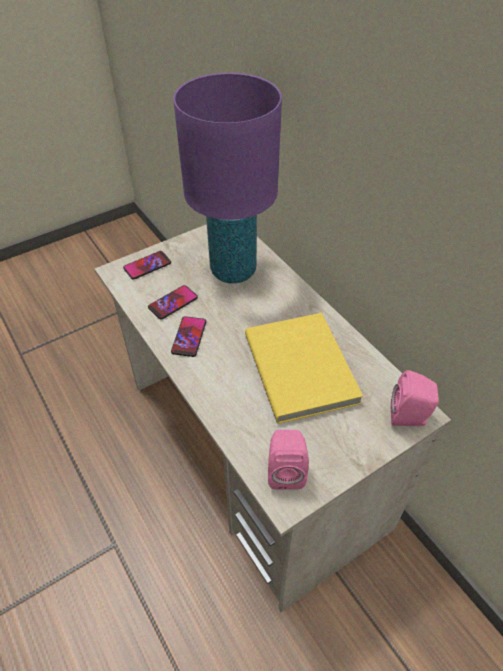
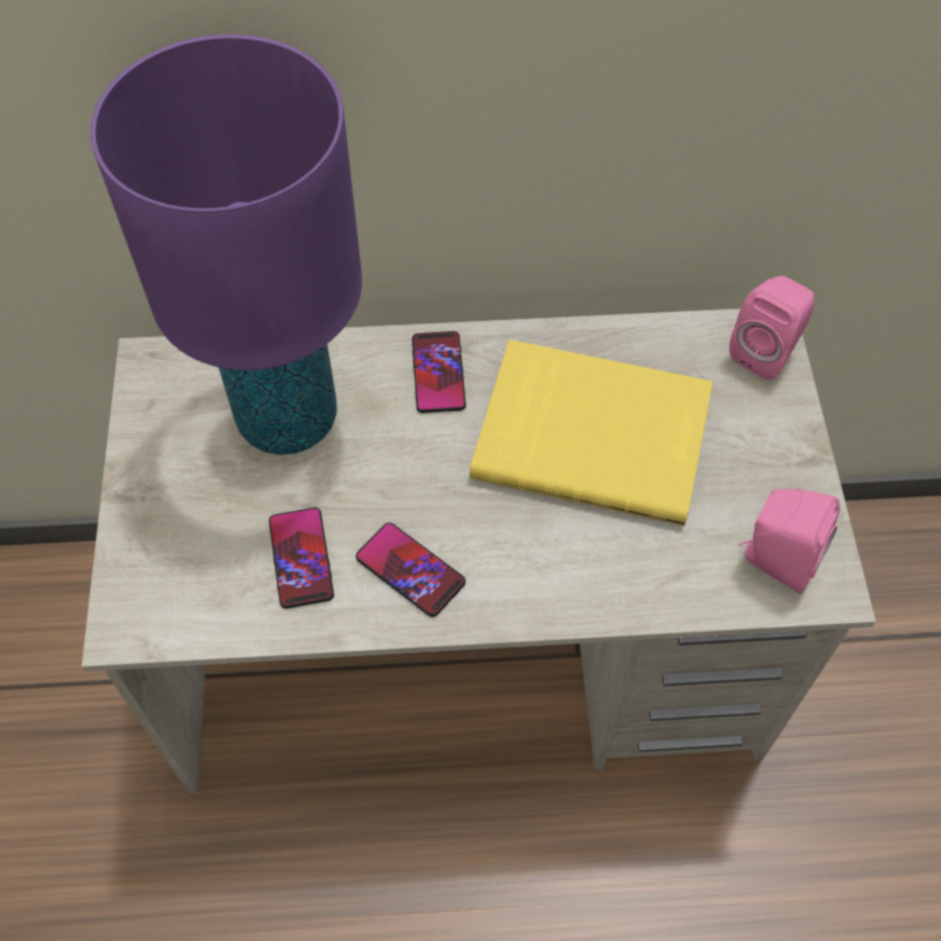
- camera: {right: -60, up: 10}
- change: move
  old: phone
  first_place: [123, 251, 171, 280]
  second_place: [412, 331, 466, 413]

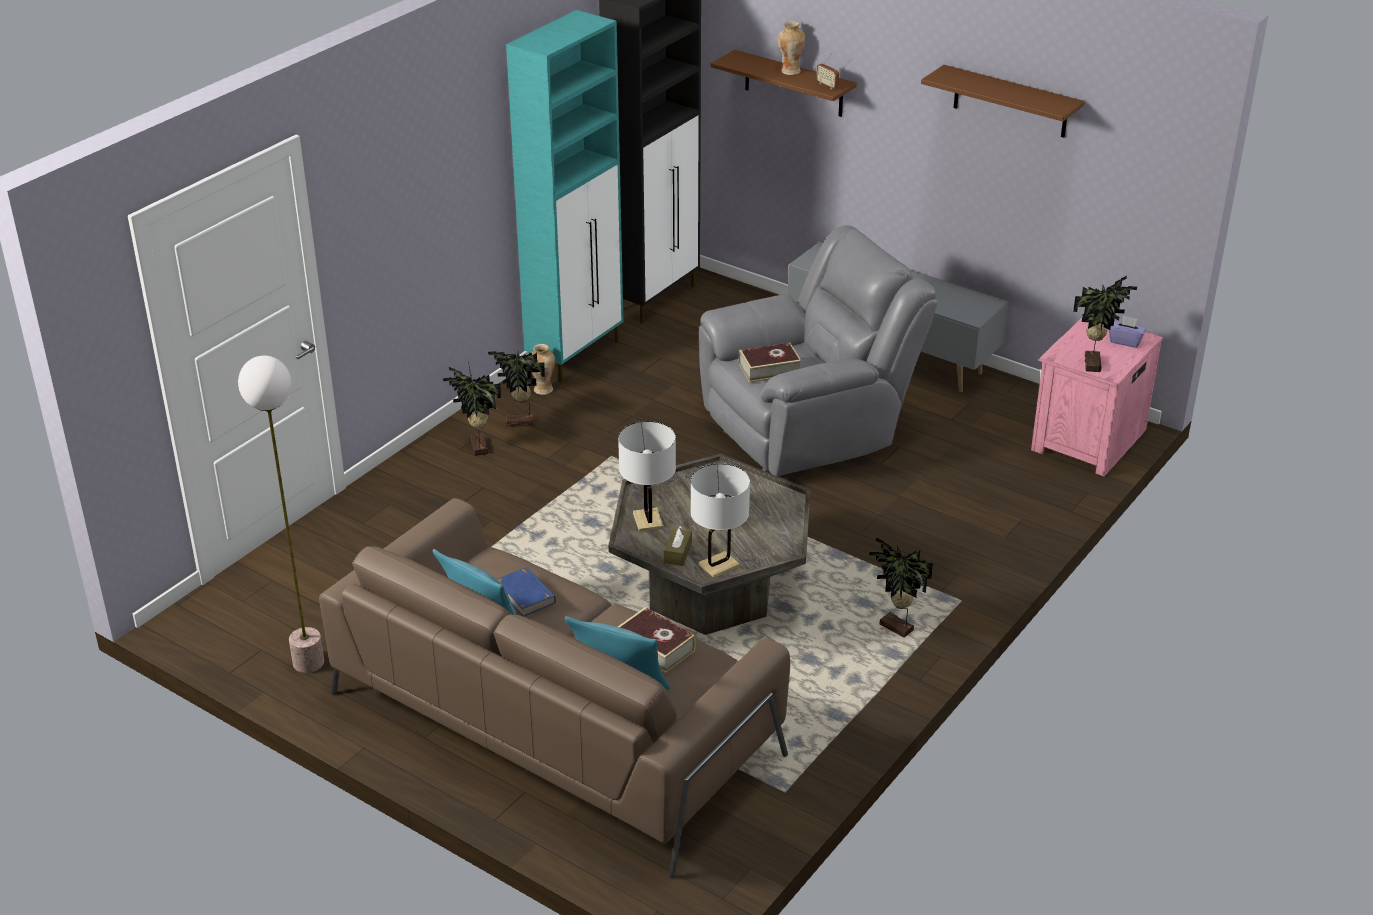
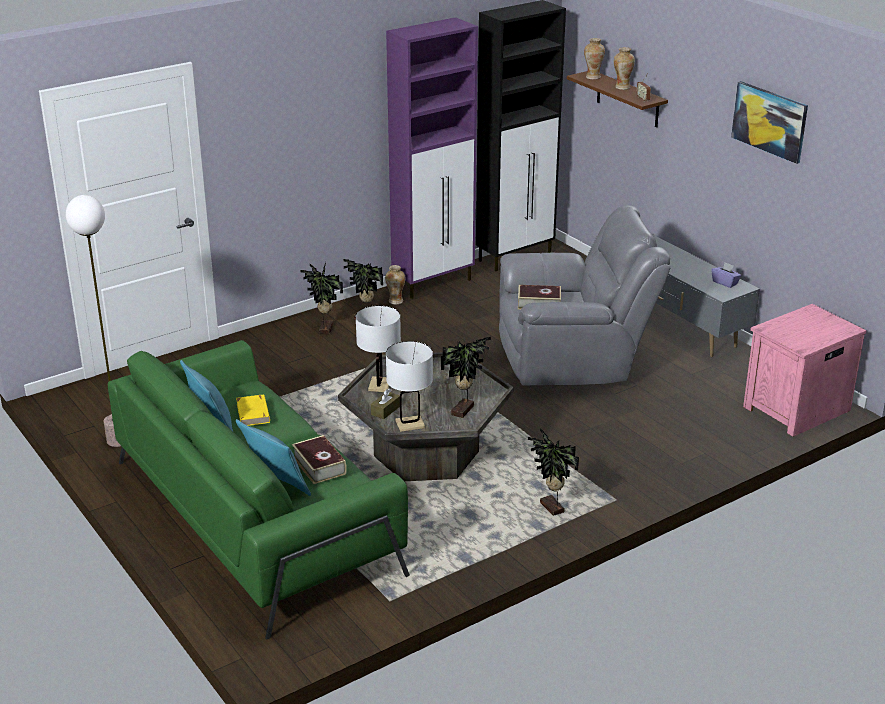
- camera: {right: 20, up: -5}
- change: recolor
  old: brown_sofa
  new: green_sofa
  first_place: [319, 498, 790, 879]
  second_place: [108, 340, 410, 640]
- change: recolor
  old: blue_book
  new: yellow_book
  first_place: [497, 567, 556, 617]
  second_place: [236, 394, 270, 426]
- change: recolor
  old: turquoise_cabinet
  new: purple_cabinet
  first_place: [506, 10, 623, 382]
  second_place: [386, 17, 478, 299]
- change: replace
  old: brown_shelf
  new: picture
  first_place: [921, 65, 1085, 138]
  second_place: [731, 81, 808, 164]
- change: move
  old: potted_plant
  first_place: [1073, 276, 1137, 372]
  second_place: [441, 337, 491, 418]
- change: move
  old: purple_tissue_box
  first_place: [1109, 315, 1146, 348]
  second_place: [711, 262, 742, 288]
- change: insert
  new: vase
  second_place: [584, 38, 605, 80]

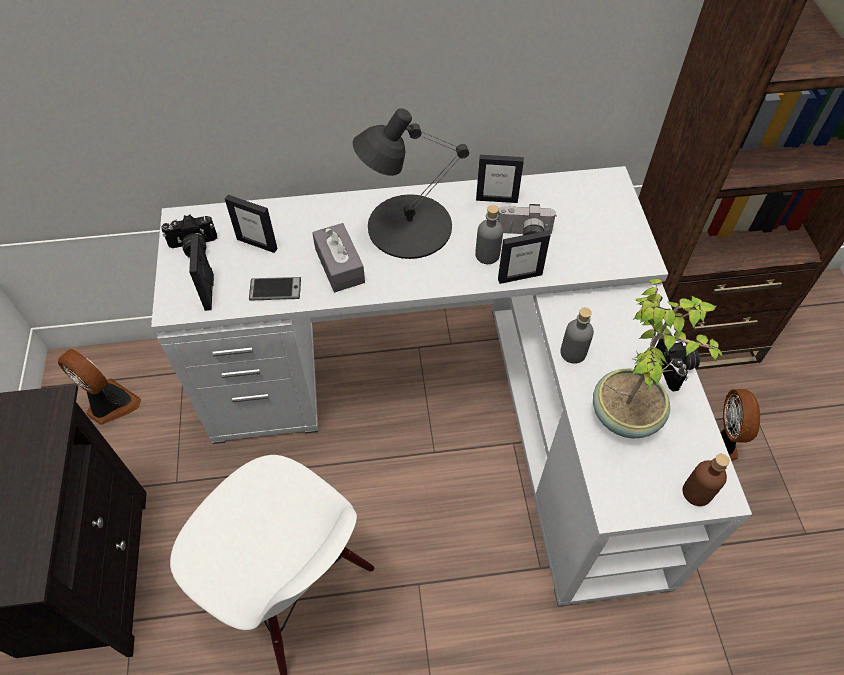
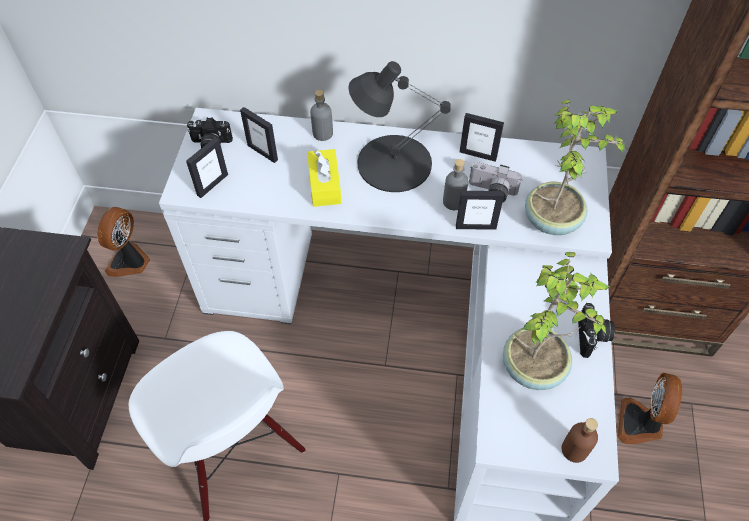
- camera: {right: 15, up: 0}
- change: rotate
  old: fan
  first_place: [58, 349, 141, 425]
  second_place: [97, 207, 150, 277]
  degrees: -120
- change: rotate
  old: picture_frame
  first_place: [189, 235, 214, 311]
  second_place: [186, 137, 228, 198]
  degrees: -150
- change: delete
  old: phone
  first_place: [249, 277, 301, 301]
- change: recolor
  old: grey_tissue_box
  new: yellow_tissue_box
  first_place: [312, 223, 365, 292]
  second_place: [307, 149, 341, 207]
- change: move
  old: grey_bottle
  first_place: [560, 308, 594, 364]
  second_place: [310, 90, 333, 141]
- change: insert
  new: potted_plant
  second_place: [525, 100, 628, 235]

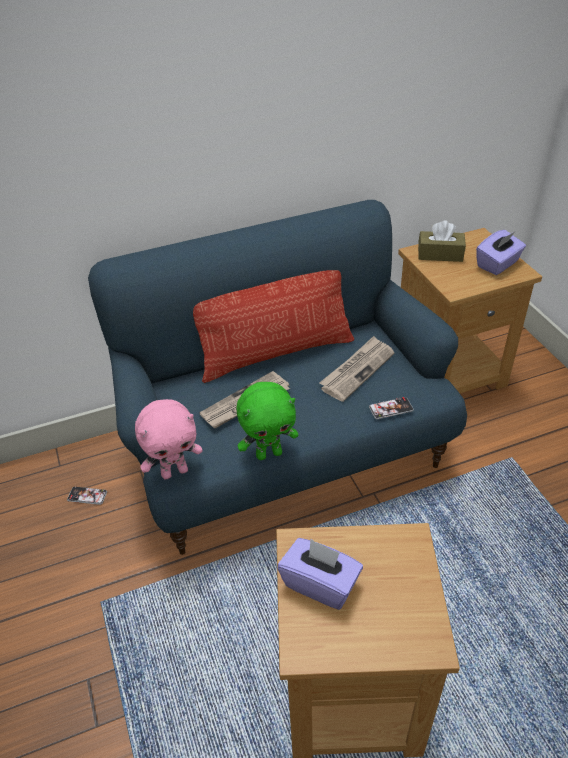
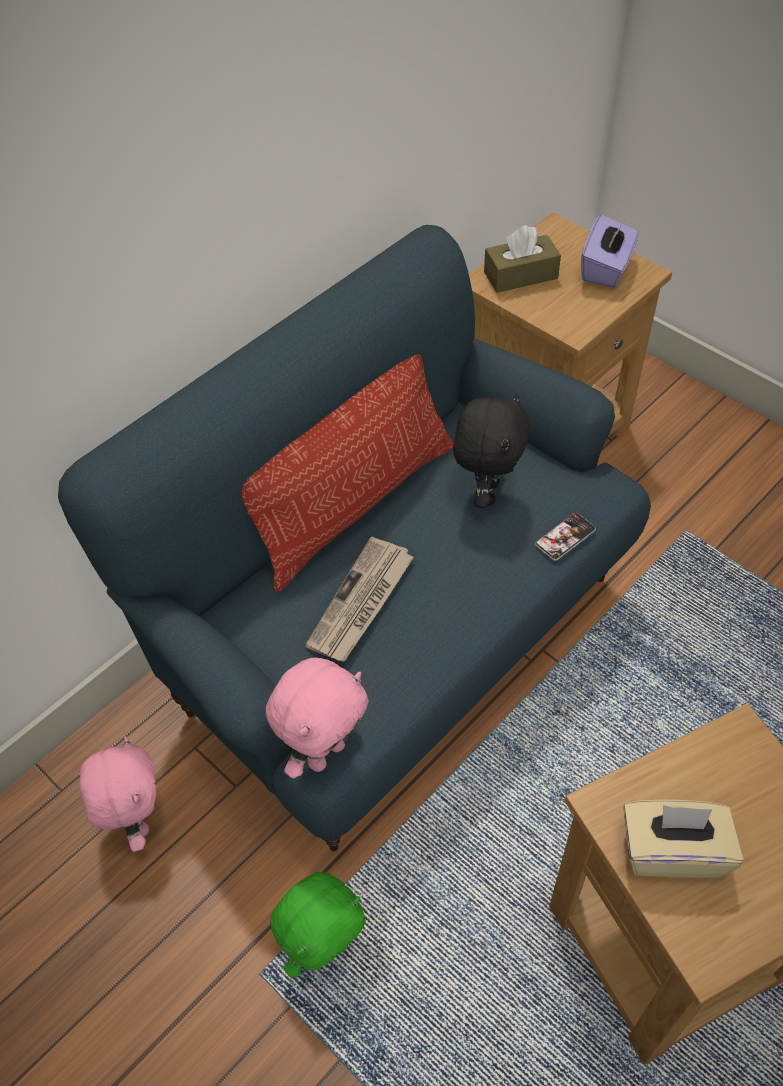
- camera: {right: -25, up: 10}
- change: replace
  old: phone
  new: pink_plush_toy
  first_place: [67, 487, 107, 505]
  second_place: [79, 736, 157, 852]
- change: move
  old: green_plush_toy
  first_place: [236, 382, 298, 460]
  second_place: [270, 872, 366, 978]
- change: recolor
  old: purple_tissue_box
  new: beige_tissue_box
  first_place: [278, 538, 363, 610]
  second_place: [623, 800, 743, 878]
- change: replace
  old: newspaper
  new: black_plush_toy
  first_place: [319, 336, 394, 402]
  second_place: [453, 393, 530, 508]

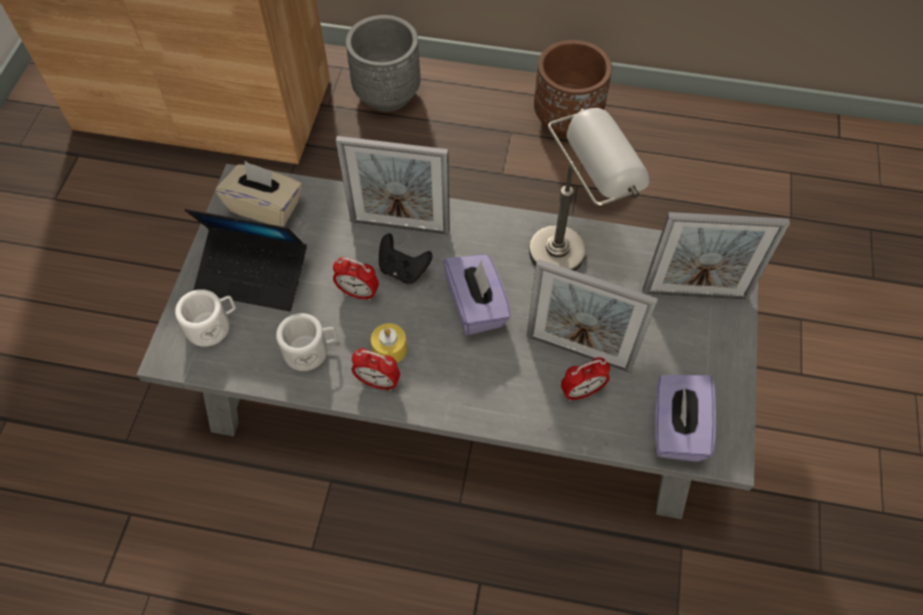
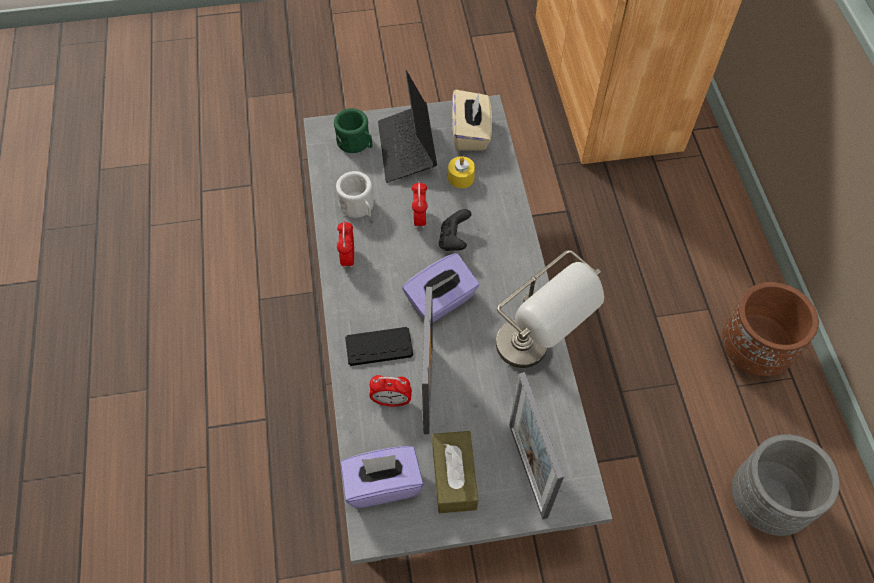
- camera: {right: 70, up: 0}
- change: recolor
  old: white_mug
  new: green_mug
  first_place: [175, 289, 236, 347]
  second_place: [334, 108, 373, 153]
- change: delete
  old: picture_frame
  first_place: [336, 136, 450, 235]
- change: move
  old: grey_planter
  first_place: [346, 15, 420, 112]
  second_place: [732, 434, 840, 536]
- change: move
  old: yellow_candle
  first_place: [371, 323, 407, 363]
  second_place: [448, 156, 475, 188]
- change: rotate
  old: alarm_clock
  first_place: [561, 357, 610, 401]
  second_place: [369, 375, 412, 407]
  degrees: -45
- change: insert
  new: black_game_controller
  second_place: [345, 327, 413, 366]
- change: insert
  new: brown_tissue_box
  second_place: [432, 431, 478, 513]

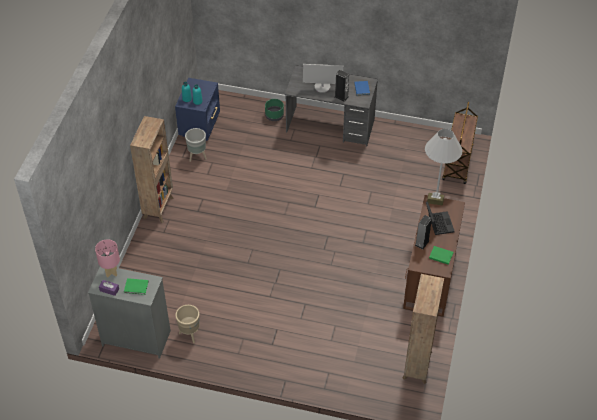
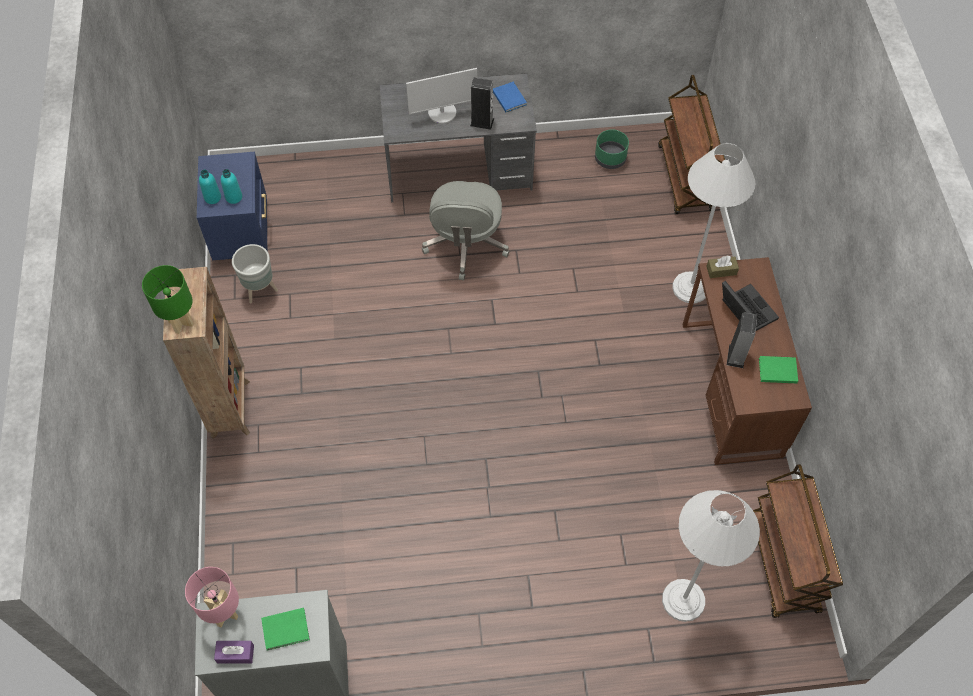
- camera: {right: -20, up: 10}
- change: delete
  old: beige_planter
  first_place: [175, 305, 200, 343]
- change: move
  old: green_planter
  first_place: [265, 99, 284, 121]
  second_place: [595, 130, 629, 169]
- change: replace
  old: brown_bookcase
  new: brown_cart
  first_place: [403, 274, 444, 384]
  second_place: [753, 464, 843, 618]
- change: insert
  new: green_table_lamp
  second_place: [142, 265, 194, 334]
- change: insert
  new: grey_office_chair
  second_place: [422, 181, 510, 280]
- change: insert
  new: white_floor_lamp
  second_place: [662, 490, 760, 622]

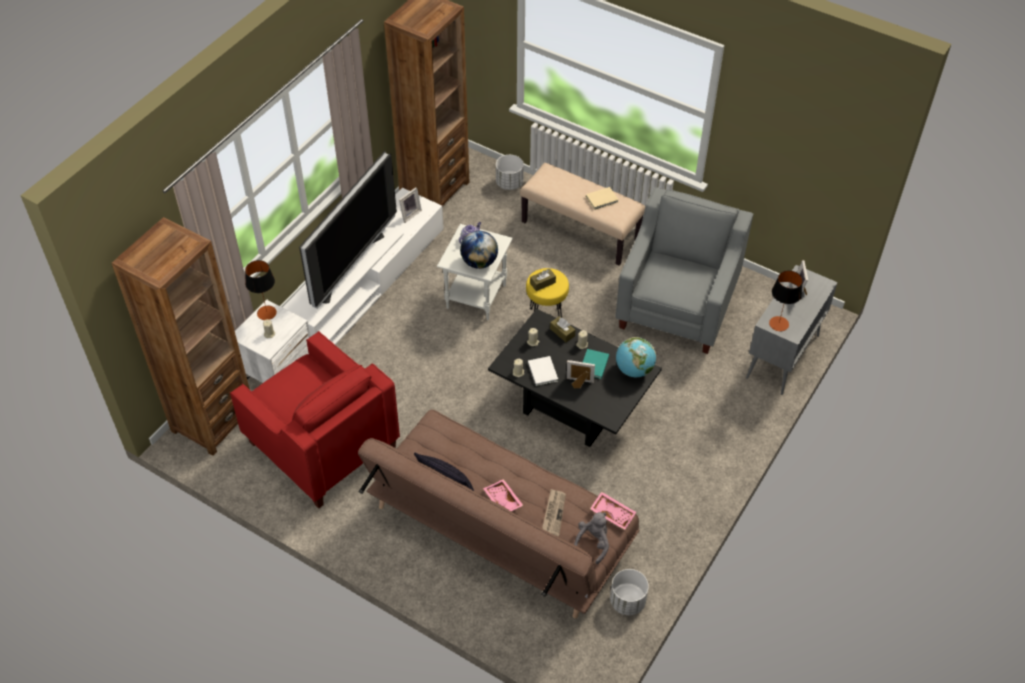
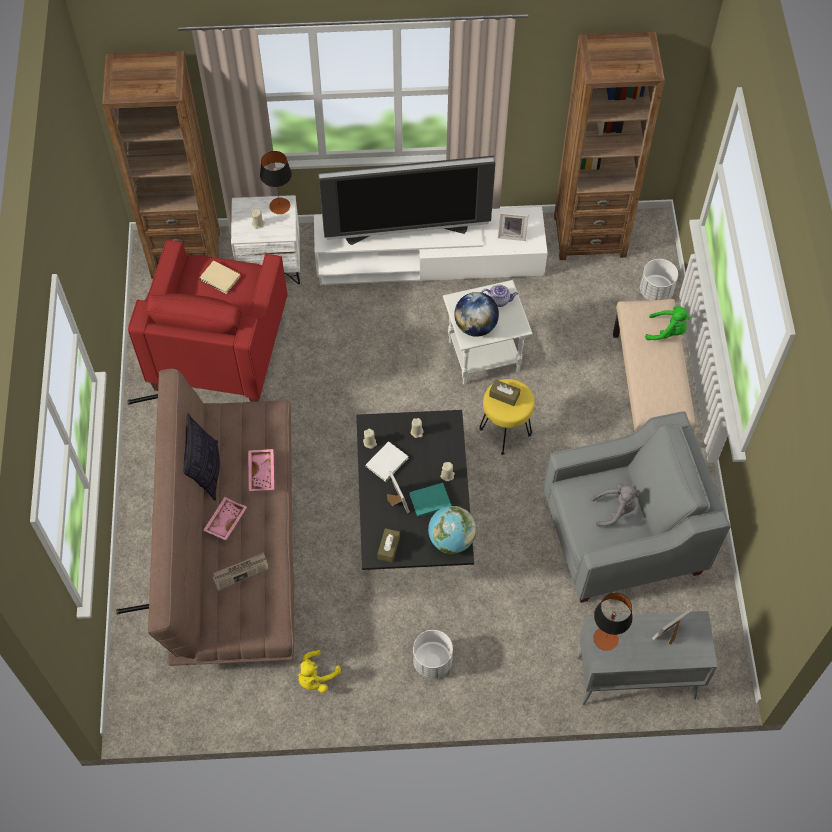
- camera: {right: 55, up: 10}
- change: move
  old: brown_tissue_box
  first_place: [550, 316, 575, 342]
  second_place: [378, 528, 400, 563]
- change: move
  old: grey_plush_toy
  first_place: [574, 512, 609, 564]
  second_place: [591, 483, 639, 527]
- change: move
  old: beige_book
  first_place: [586, 187, 619, 210]
  second_place: [199, 260, 241, 294]
- change: move
  old: pink_tray
  first_place: [590, 492, 636, 530]
  second_place: [248, 449, 274, 491]
- change: move
  old: white_planter
  first_place: [610, 569, 649, 615]
  second_place: [413, 630, 453, 678]
- change: insert
  new: yellow_plush_toy
  second_place: [298, 650, 341, 693]
- change: insert
  new: green_plush_toy
  second_place: [645, 306, 690, 340]

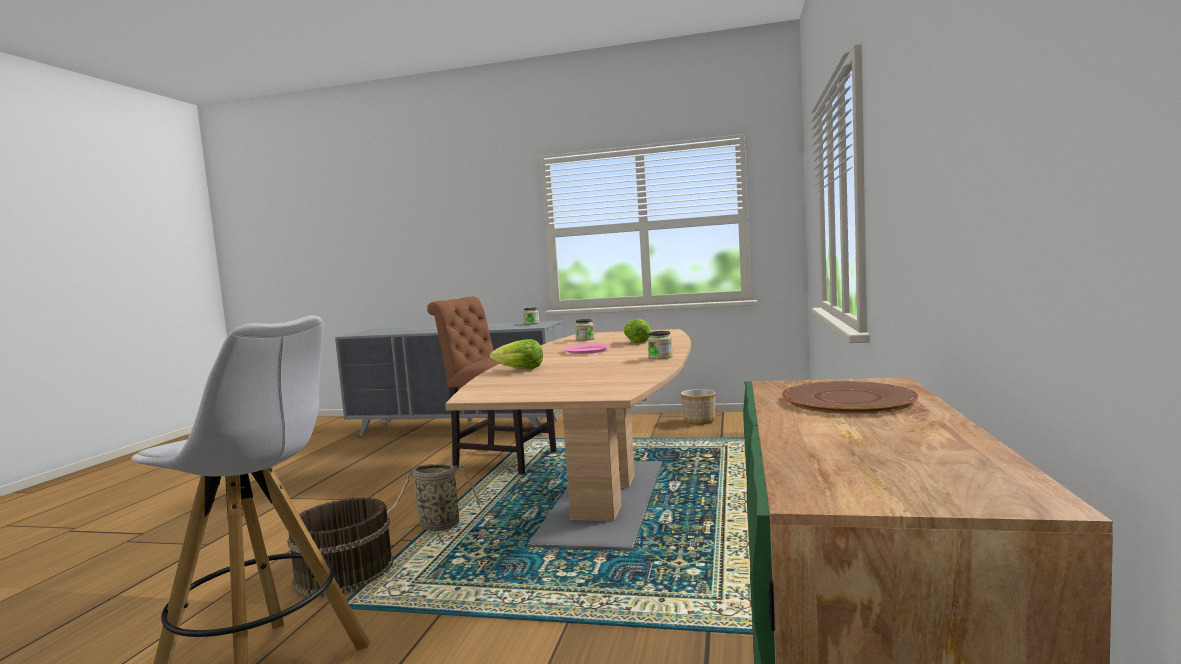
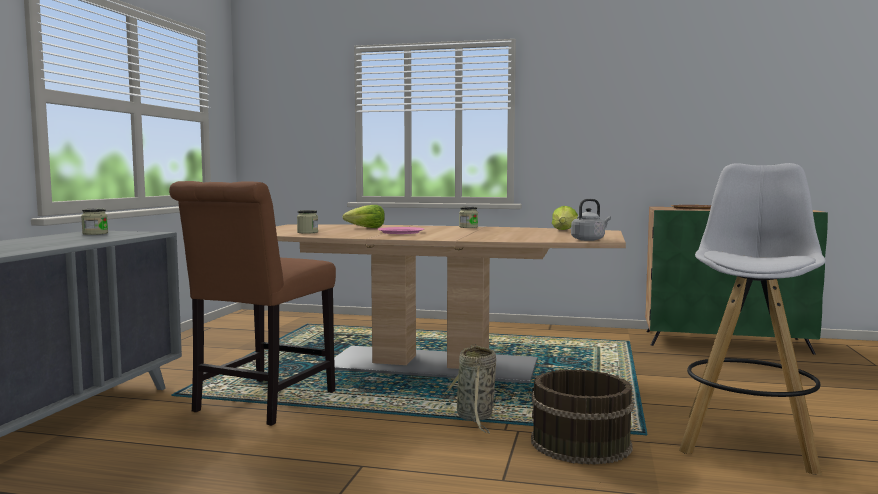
- camera: {right: -90, up: 0}
- change: move
  old: lettuce
  first_place: [490, 339, 543, 369]
  second_place: [552, 206, 578, 230]
- change: delete
  old: planter
  first_place: [681, 389, 716, 424]
- change: insert
  new: grey_kettle
  second_place: [571, 199, 611, 241]

